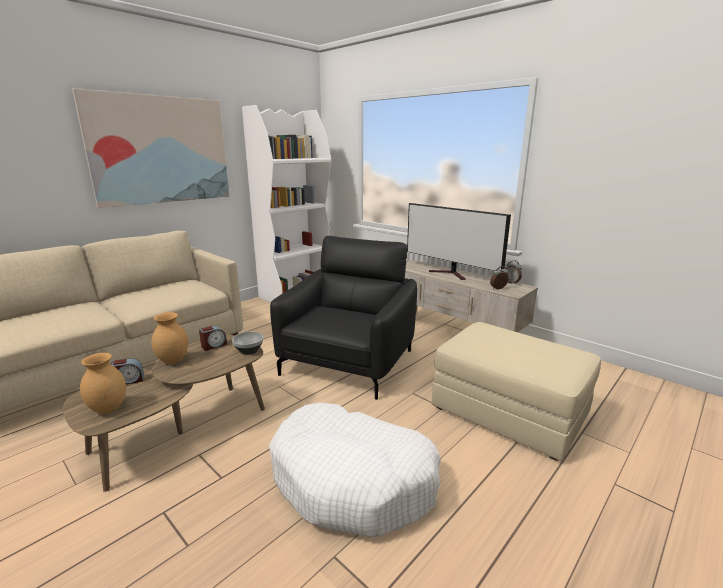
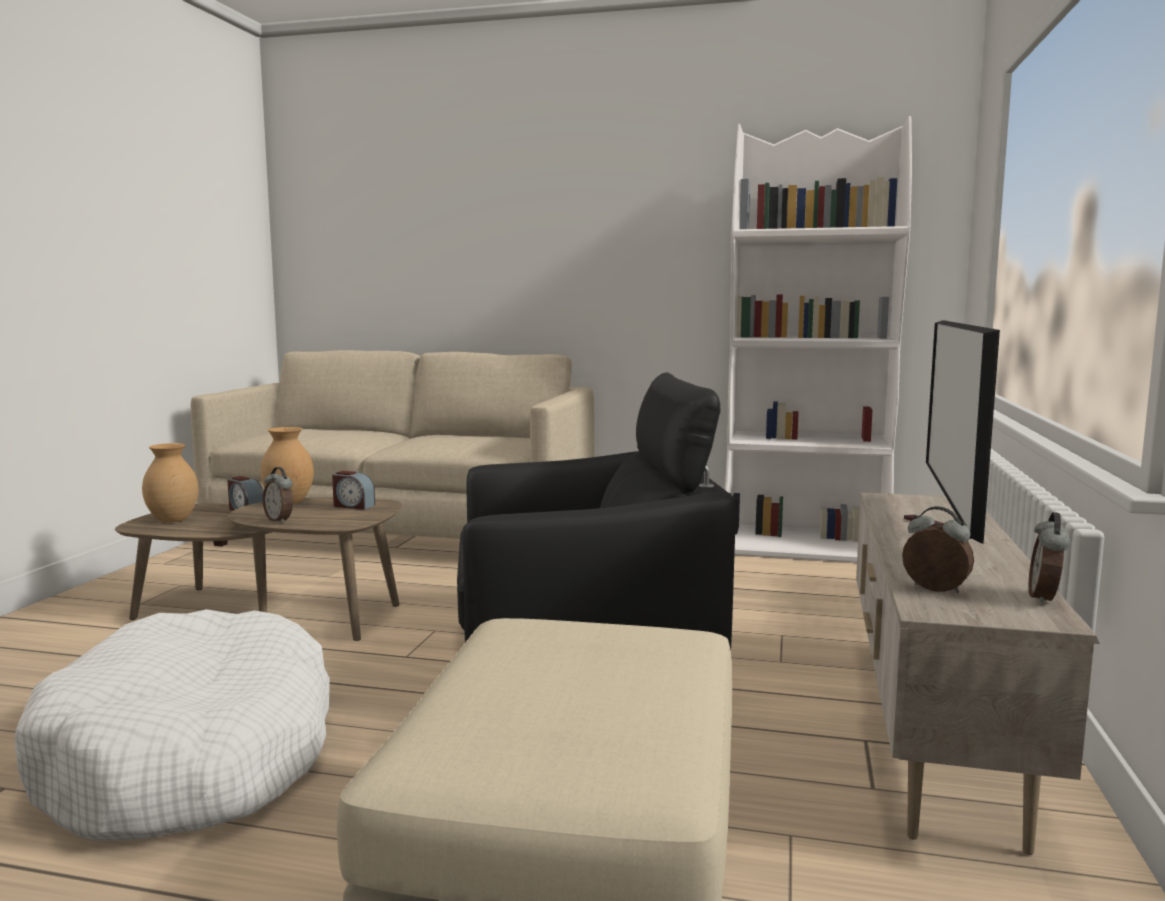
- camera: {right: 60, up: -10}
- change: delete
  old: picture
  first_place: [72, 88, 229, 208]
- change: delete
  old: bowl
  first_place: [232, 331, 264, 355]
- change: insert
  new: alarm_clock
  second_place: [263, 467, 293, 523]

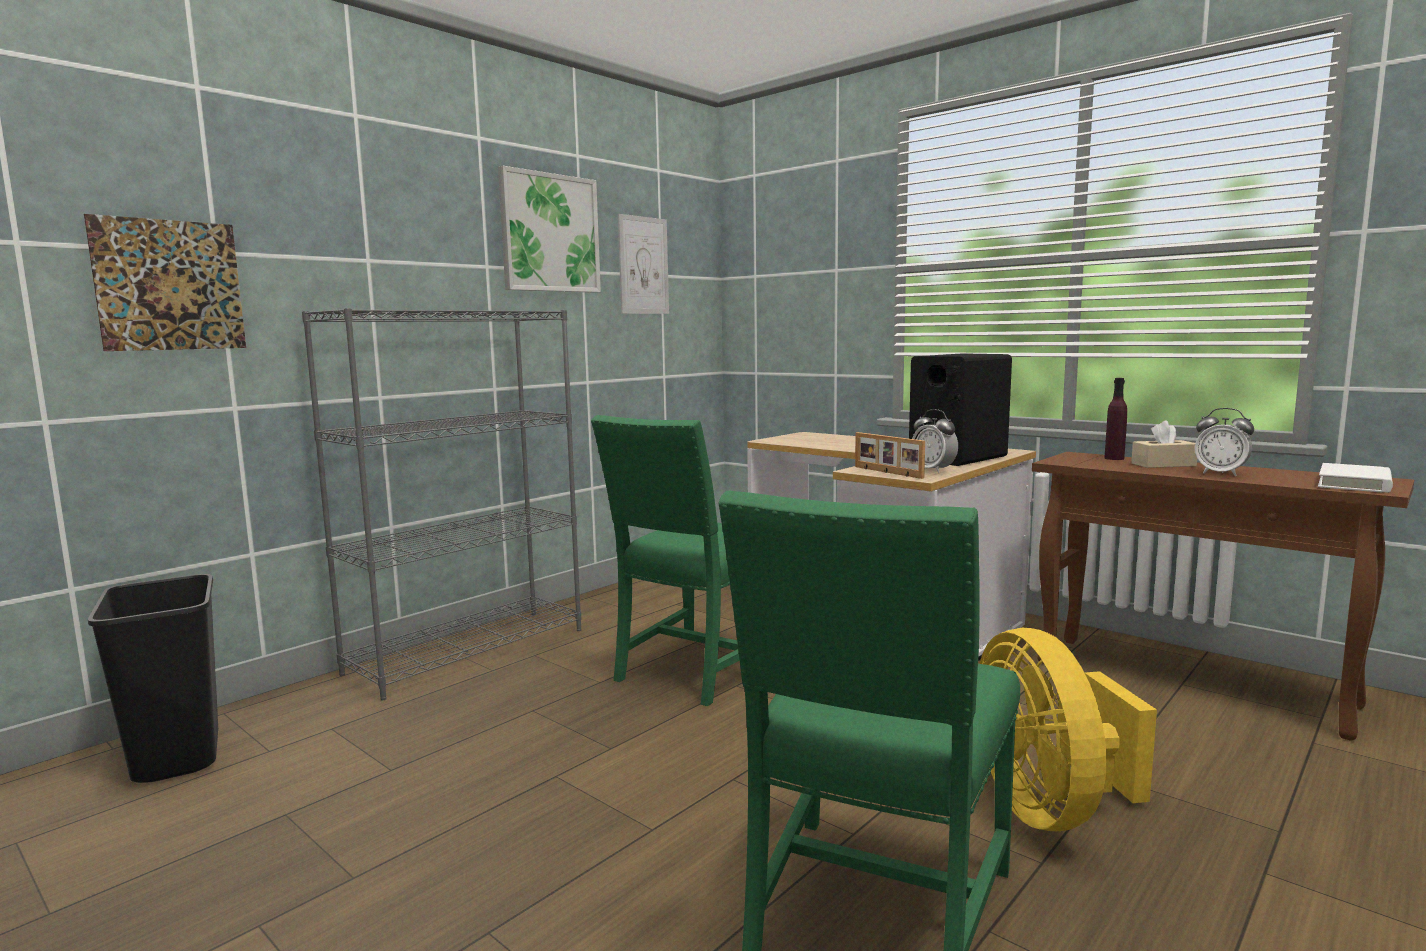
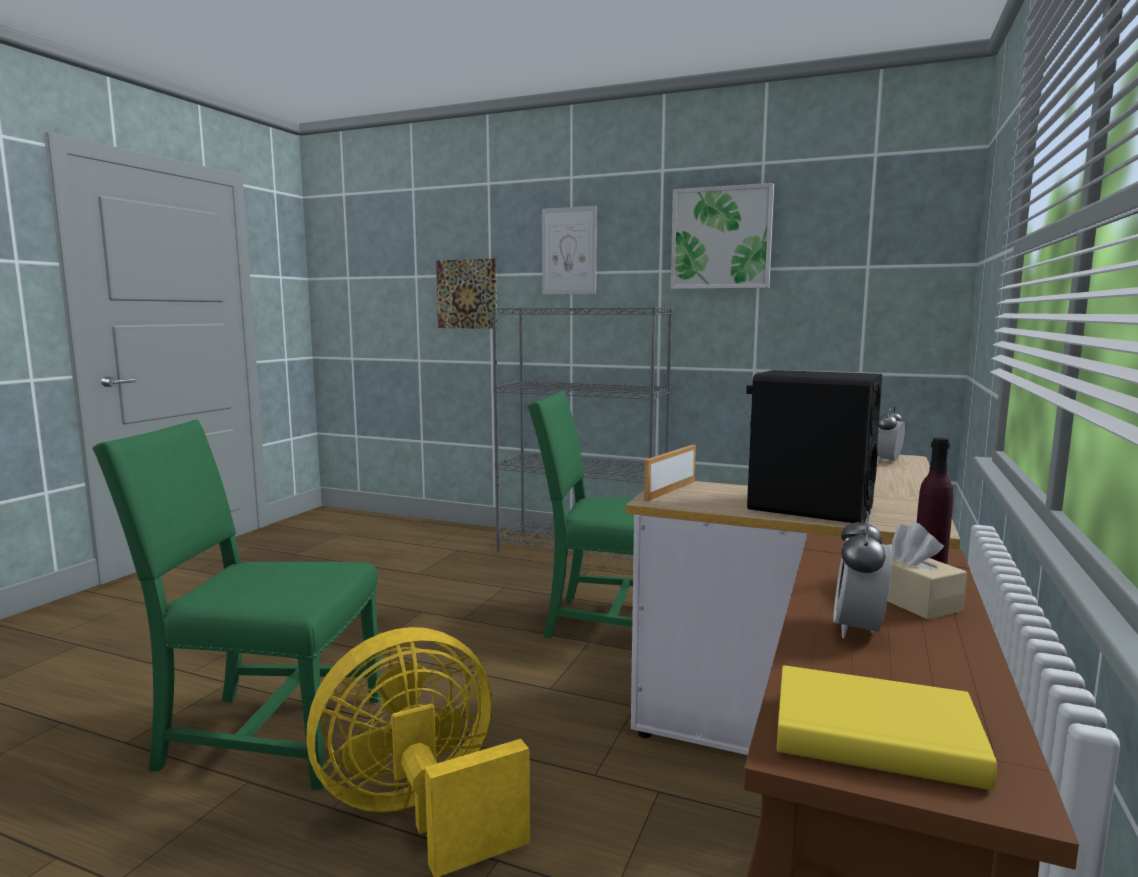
- camera: {right: 70, up: 0}
- change: delete
  old: black_trash_can
  first_place: [88, 574, 218, 783]
- change: move
  old: picture
  first_place: [618, 214, 669, 314]
  second_place: [542, 206, 597, 294]
- change: move
  old: alarm_clock
  first_place: [912, 409, 958, 473]
  second_place: [877, 406, 905, 463]
- change: recolor
  old: white_book
  new: yellow_book
  first_place: [1318, 463, 1393, 493]
  second_place: [777, 665, 997, 790]

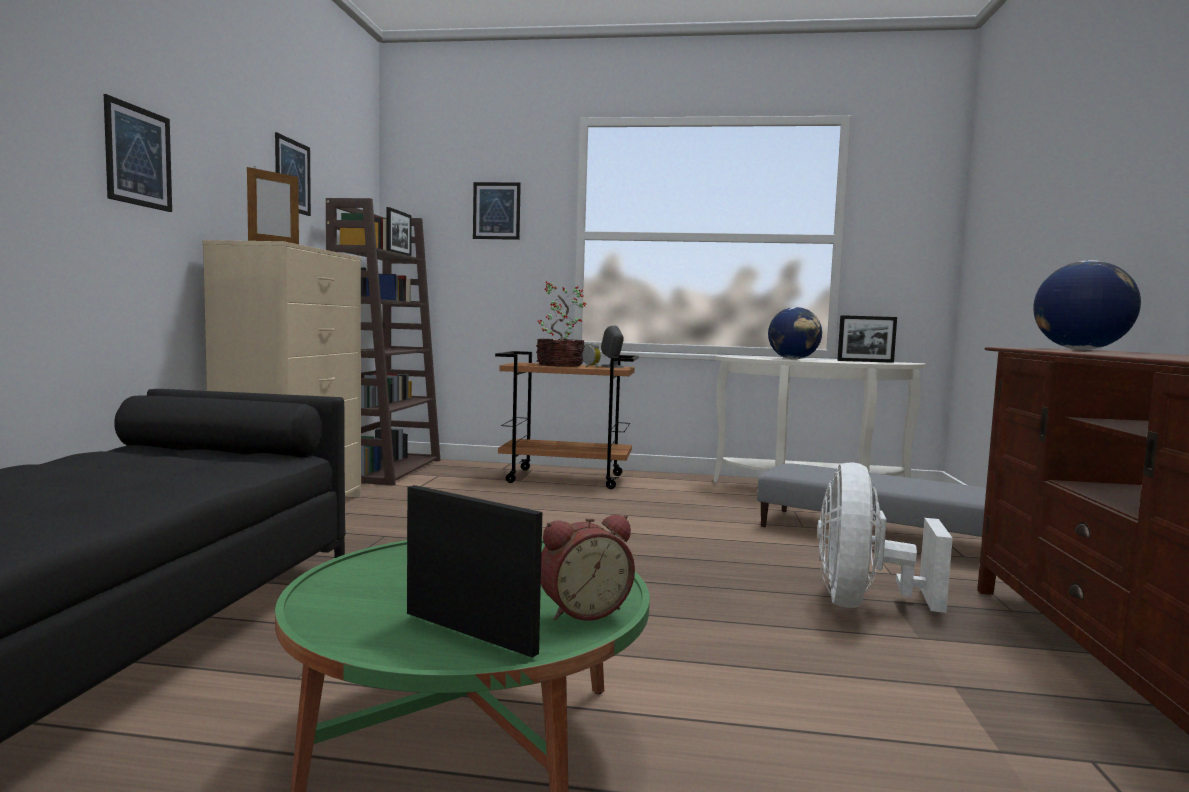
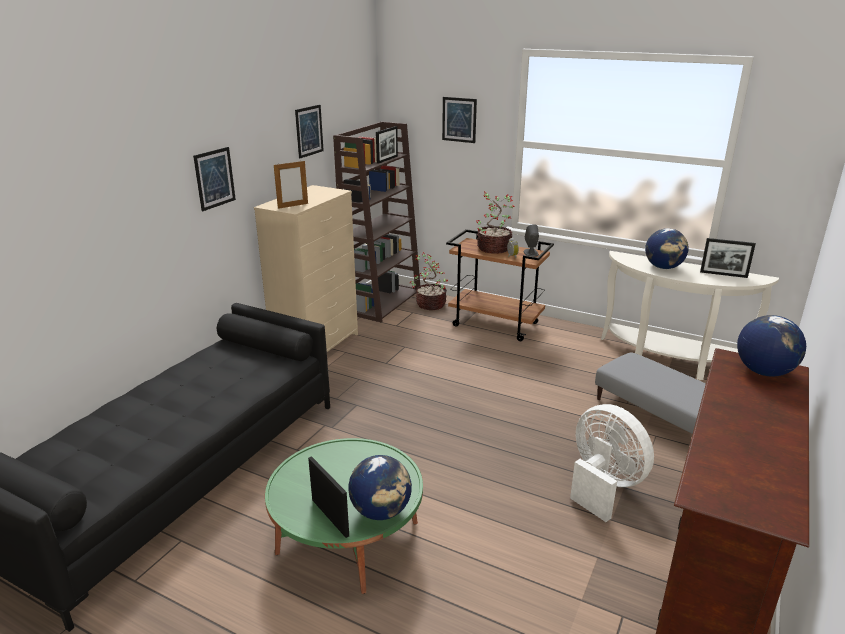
- camera: {right: 20, up: 20}
- change: replace
  old: alarm_clock
  new: globe
  first_place: [541, 515, 635, 621]
  second_place: [348, 455, 412, 520]
- change: rotate
  old: white_fan
  first_place: [817, 462, 953, 613]
  second_place: [570, 404, 654, 522]
  degrees: 105
- change: insert
  new: potted_plant
  second_place: [410, 252, 448, 310]

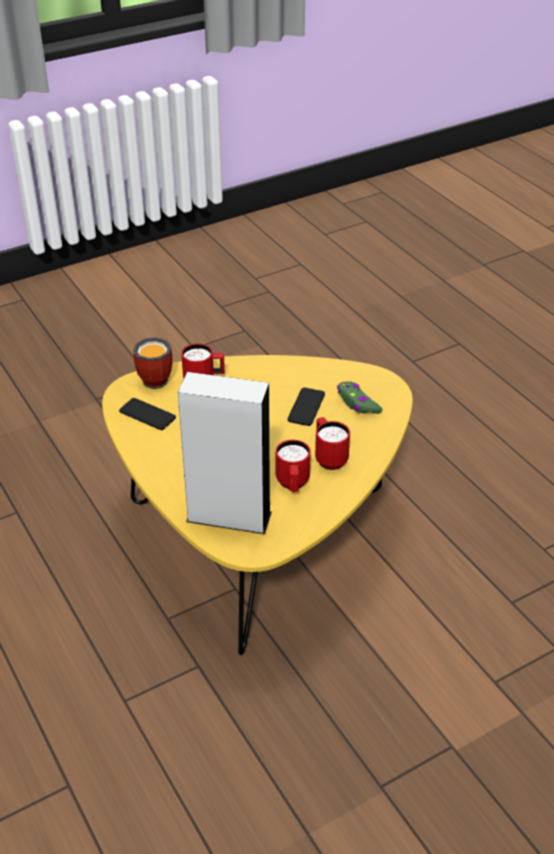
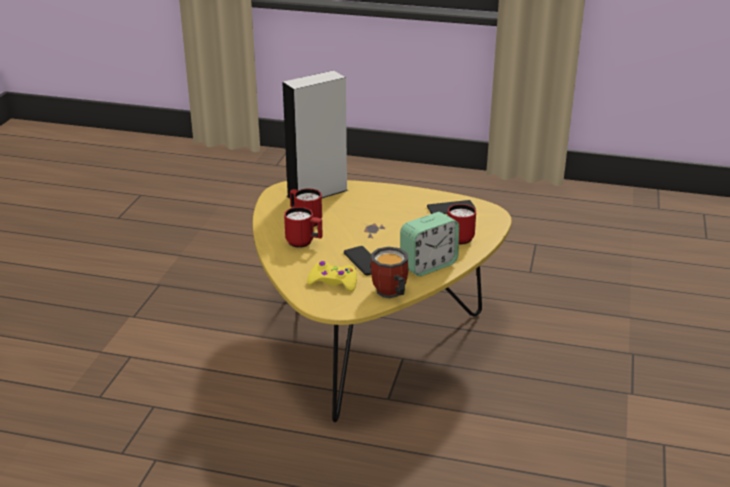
- camera: {right: 135, up: -10}
- change: move
  old: mug
  first_place: [133, 337, 173, 389]
  second_place: [371, 247, 409, 298]
- change: recolor
  old: green_game_controller
  new: yellow_game_controller
  first_place: [337, 381, 383, 414]
  second_place: [307, 261, 357, 291]
- change: insert
  new: alarm_clock
  second_place: [400, 212, 459, 276]

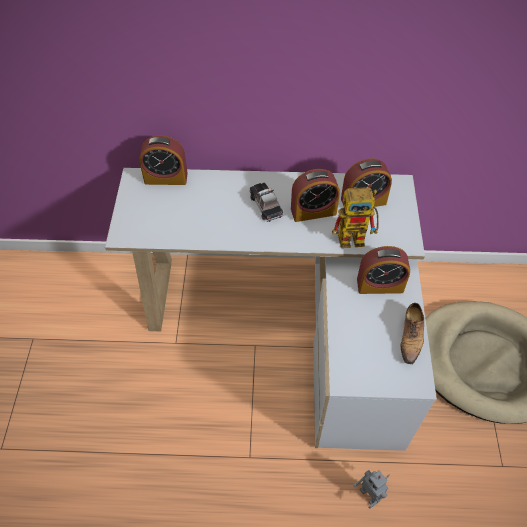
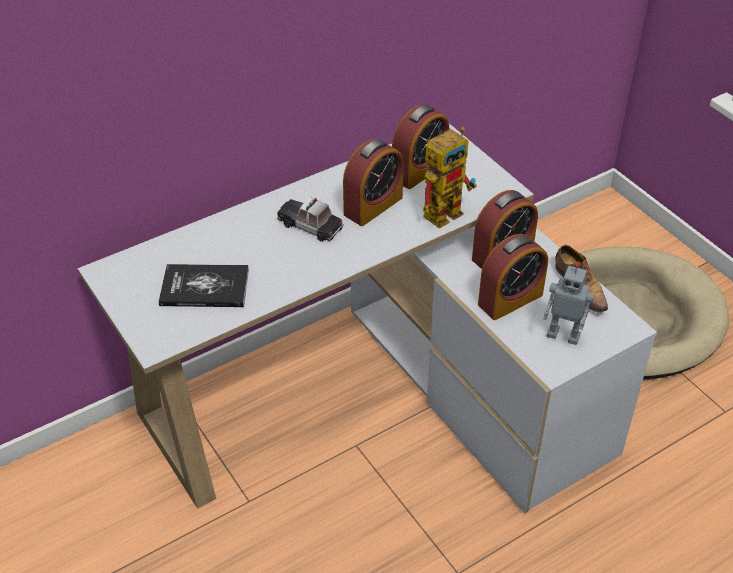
- camera: {right: -35, up: -10}
- change: move
  old: alarm_clock
  first_place: [139, 135, 188, 185]
  second_place: [478, 234, 548, 320]
- change: move
  old: toy_robot
  first_place: [353, 470, 389, 509]
  second_place: [543, 264, 594, 345]
- change: insert
  new: book
  second_place: [159, 264, 249, 307]

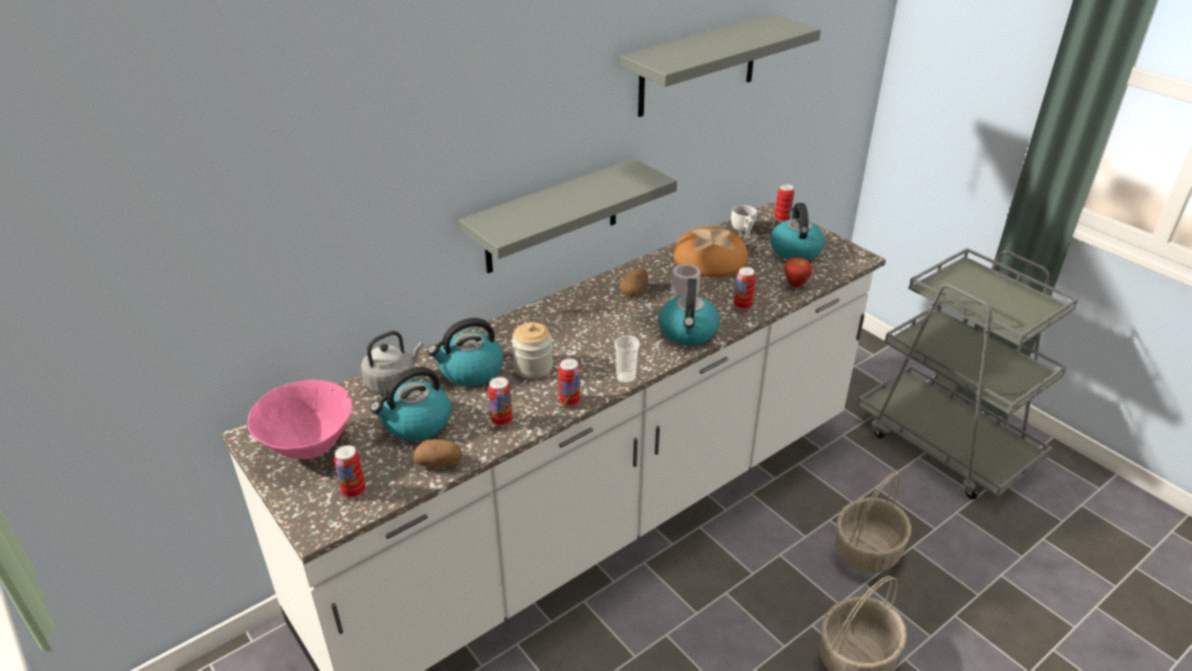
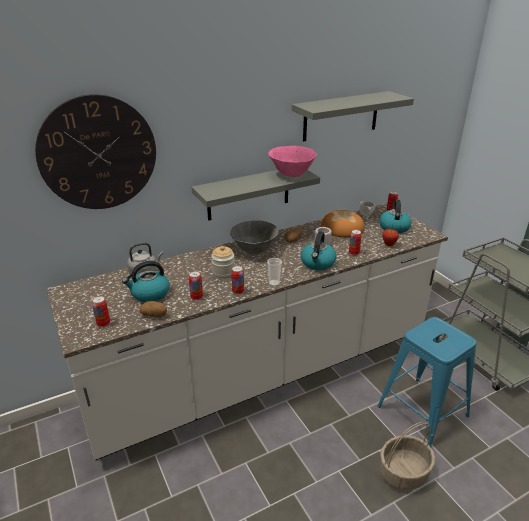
- camera: {right: 10, up: -5}
- change: move
  old: pink_bowl
  first_place: [248, 380, 352, 459]
  second_place: [268, 146, 317, 177]
- change: delete
  old: kettle
  first_place: [428, 318, 503, 386]
- change: replace
  old: basket
  new: blue_stool
  first_place: [835, 472, 911, 574]
  second_place: [377, 317, 477, 447]
- change: insert
  new: wall_clock
  second_place: [35, 94, 156, 209]
- change: insert
  new: grey_bowl
  second_place: [230, 220, 278, 255]

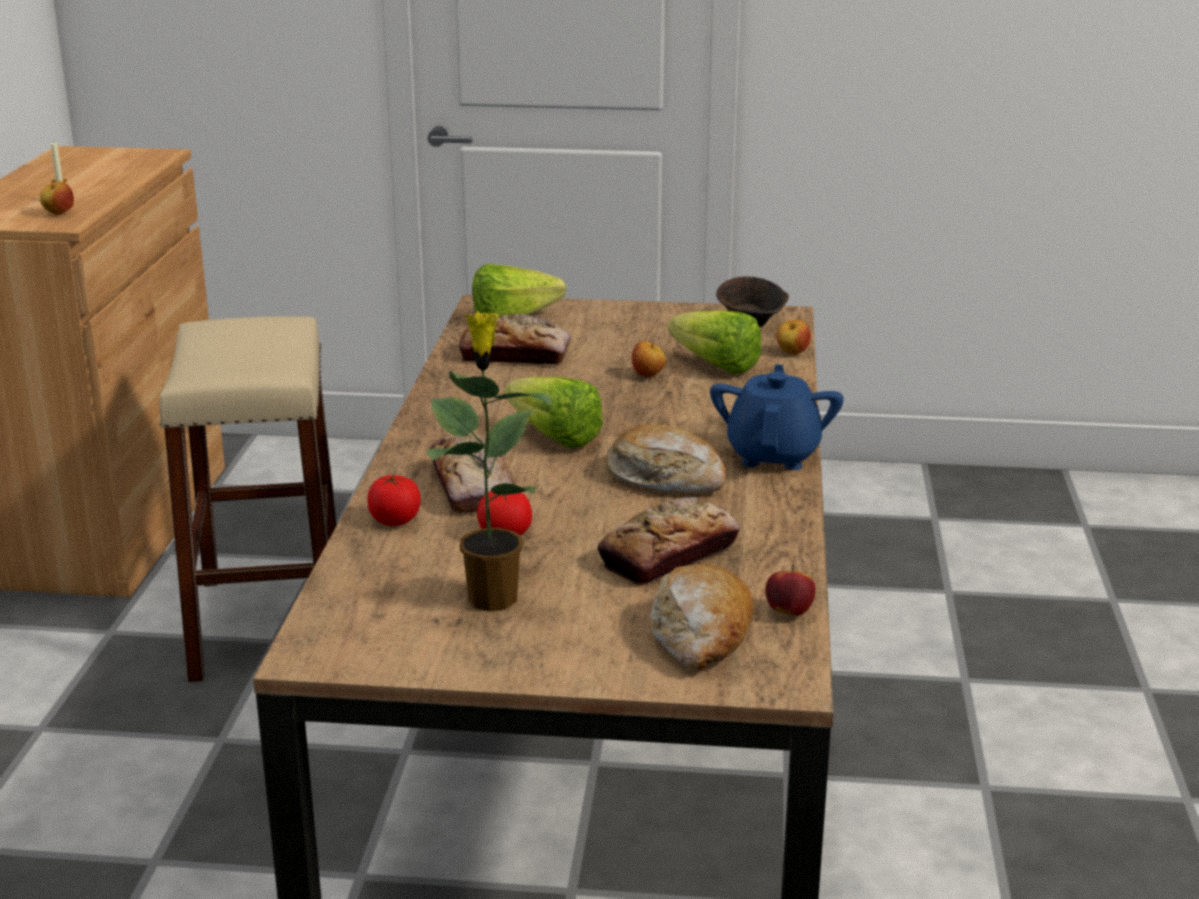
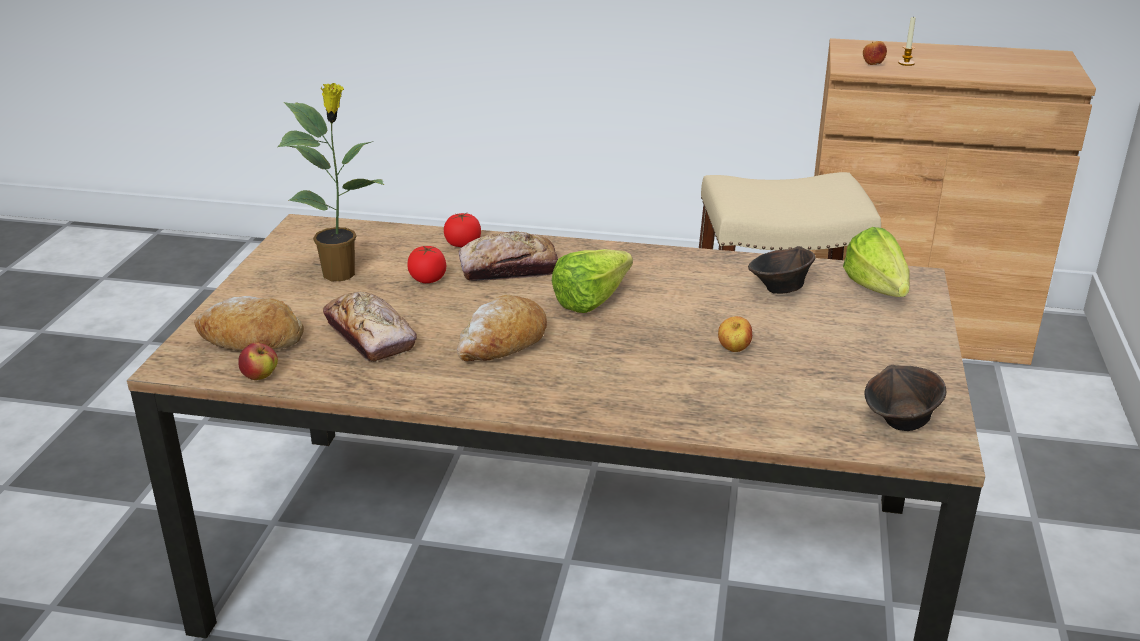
- camera: {right: 95, up: 5}
- change: replace
  old: bread
  new: brown_bowl
  first_place: [459, 314, 570, 365]
  second_place: [748, 246, 816, 294]
- change: delete
  old: lettuce
  first_place: [668, 310, 762, 374]
- change: delete
  old: blue_teapot
  first_place: [710, 365, 844, 470]
- change: delete
  old: apple
  first_place: [776, 319, 811, 355]

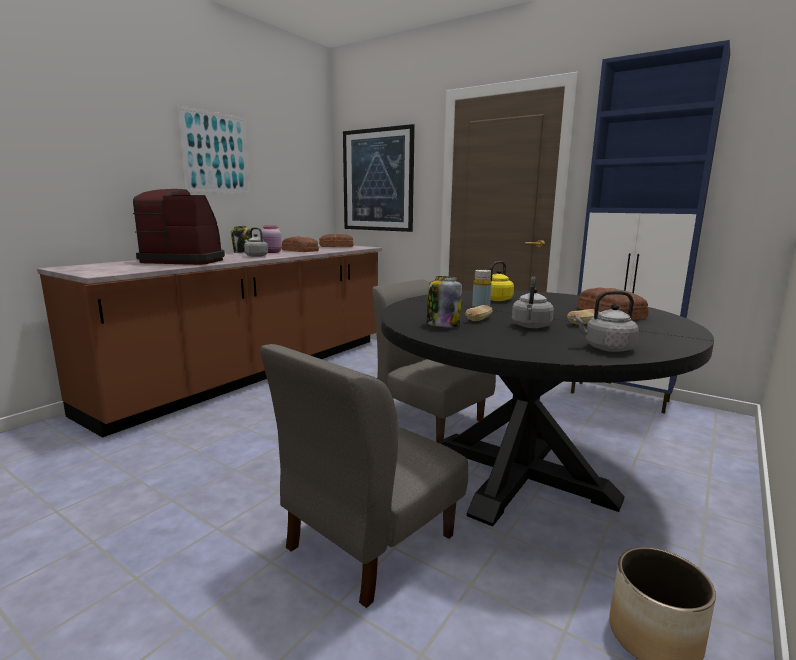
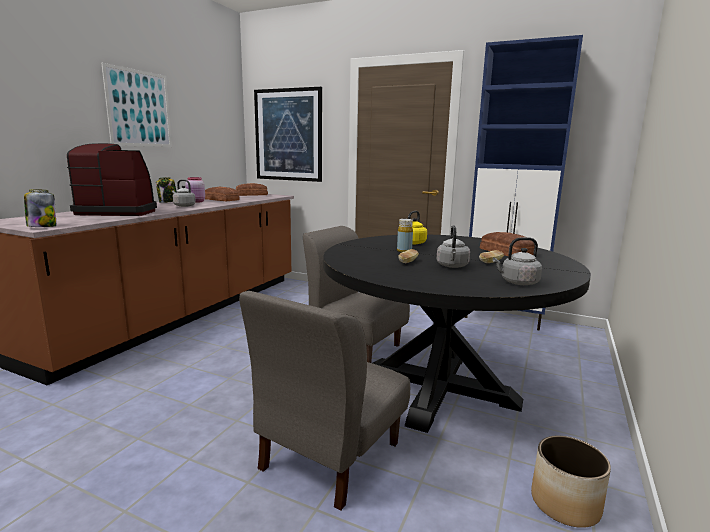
- camera: {right: -10, up: 0}
- change: move
  old: jar
  first_place: [427, 276, 462, 327]
  second_place: [24, 189, 56, 227]

